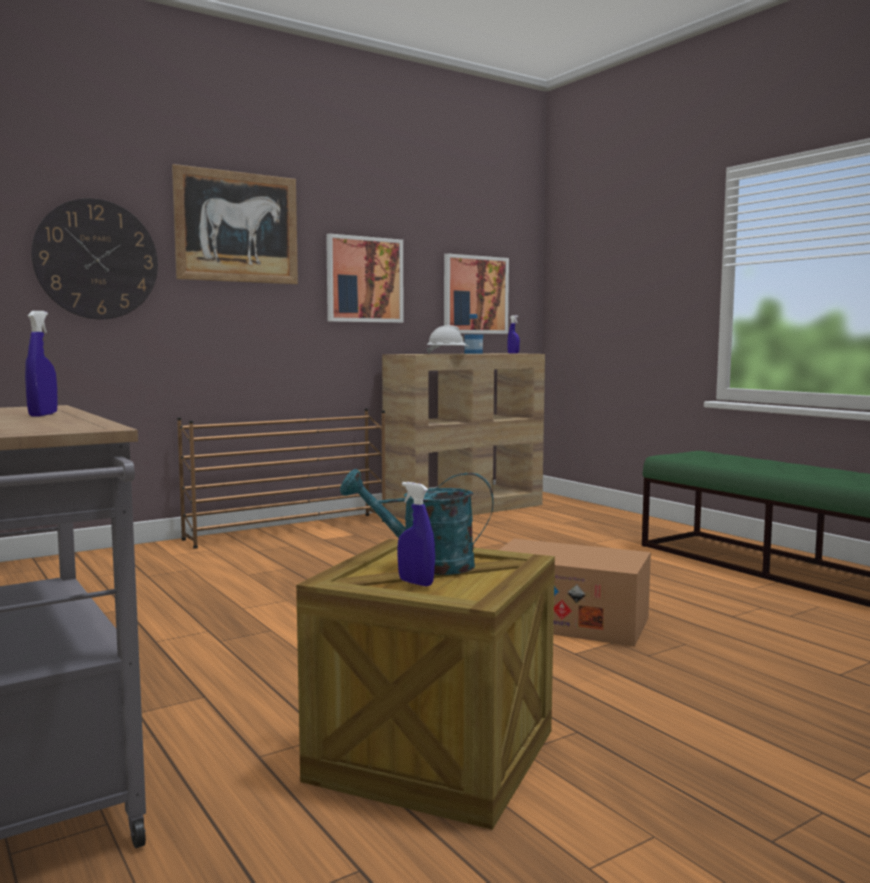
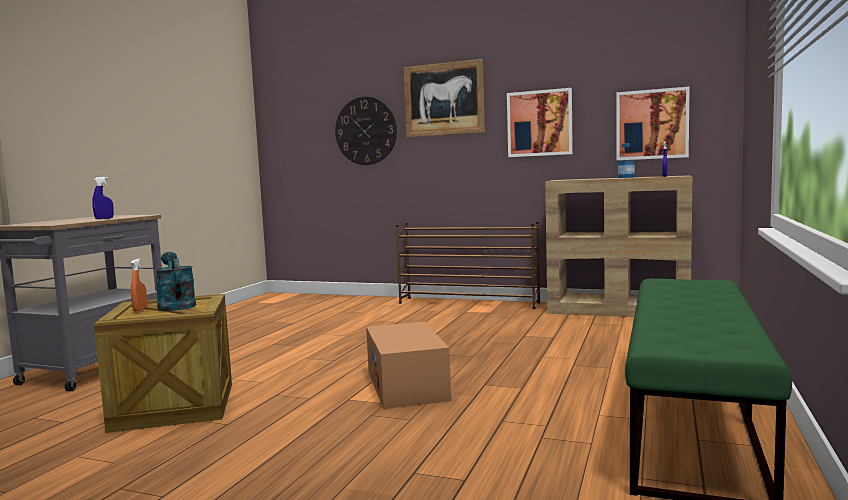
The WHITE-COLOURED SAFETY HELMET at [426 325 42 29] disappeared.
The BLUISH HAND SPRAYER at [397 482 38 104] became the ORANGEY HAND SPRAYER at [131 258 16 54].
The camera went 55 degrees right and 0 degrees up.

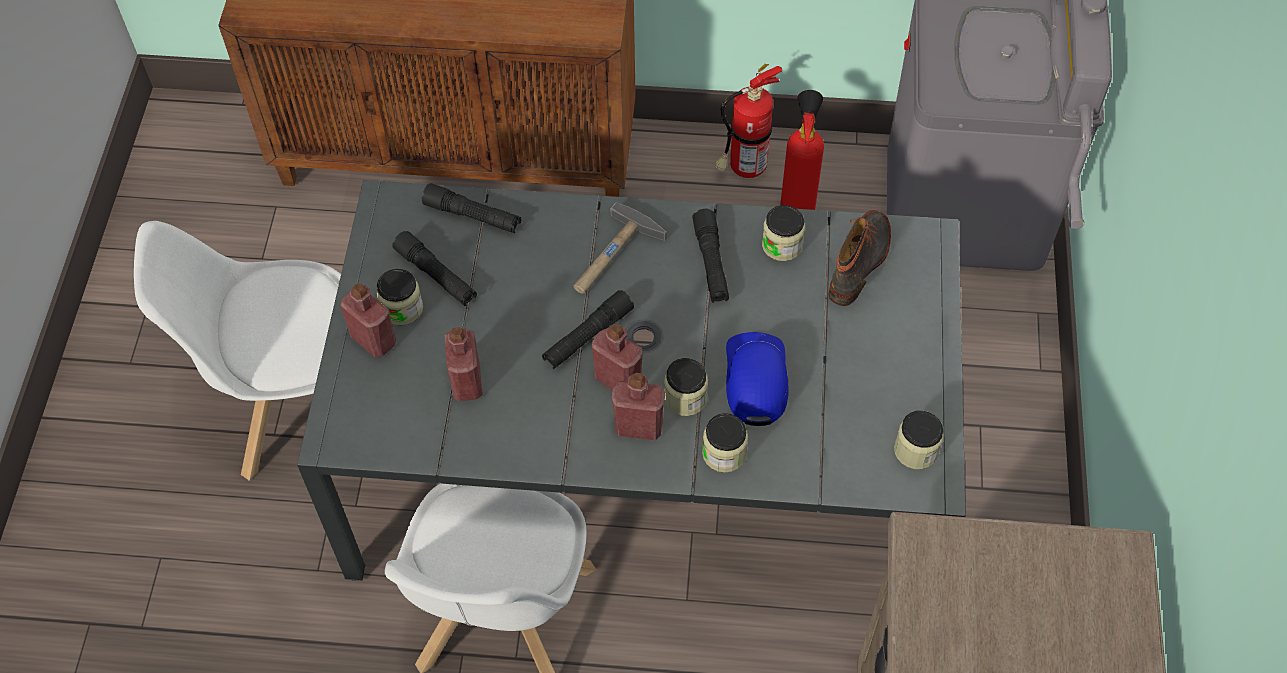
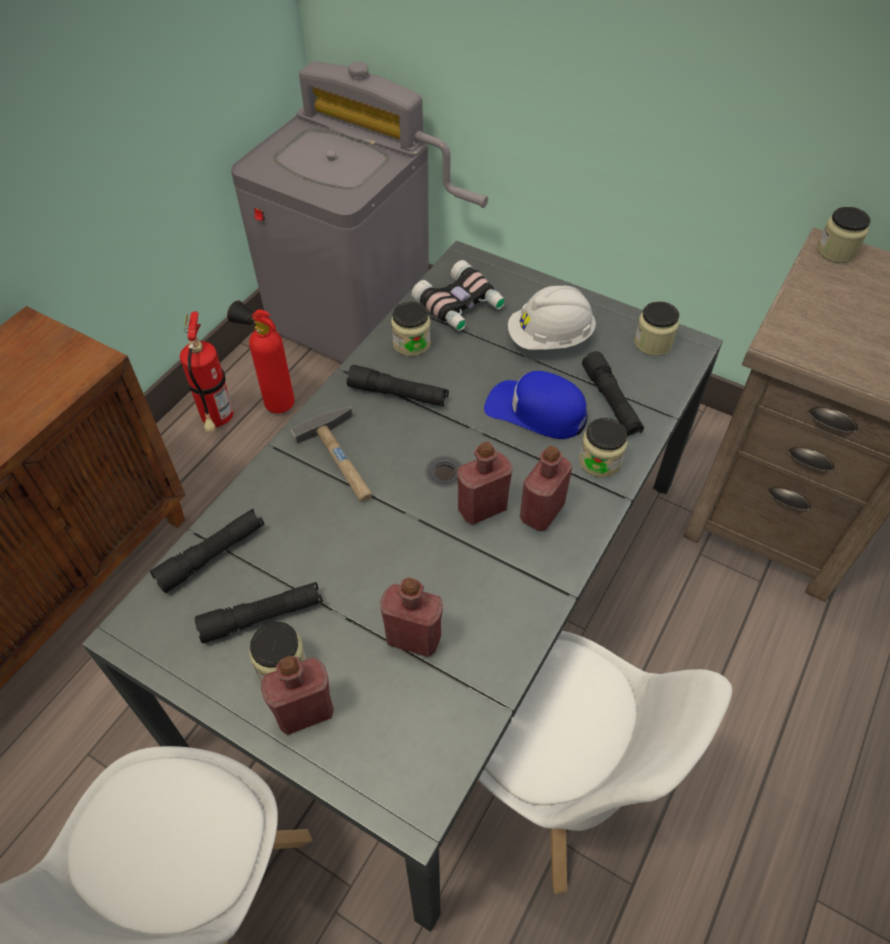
The WHITE-COLOURED SAFETY HELMET at [508 286 88 64] appeared.
The BLACK HAND TORCH moved from [542 290 92 79] to [582 351 62 86].
The PRESERVE JAR moved from [664 358 44 58] to [817 207 54 56].
The TALL BOOT at [829 210 62 96] was replaced by the BINOCULARS at [411 260 95 71].
The camera went 65 degrees left and 5 degrees down.

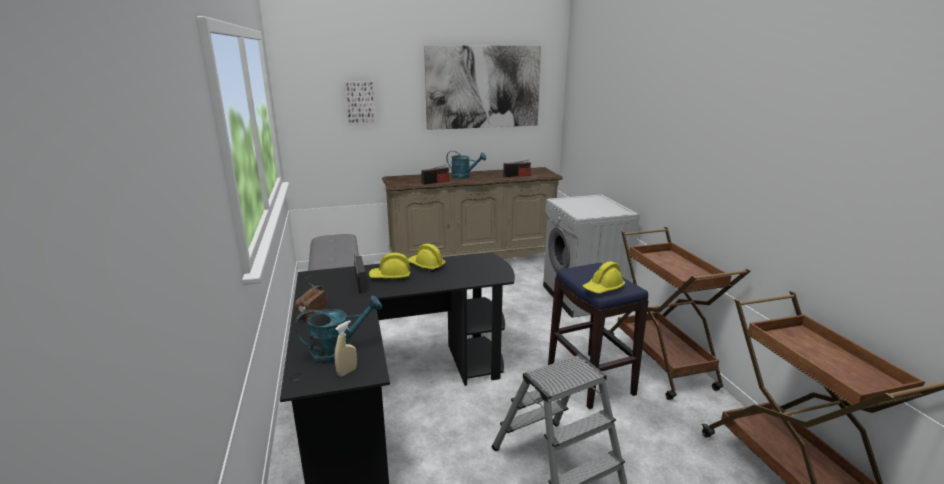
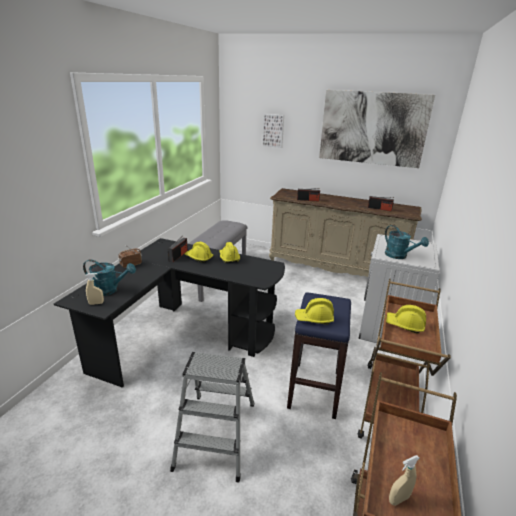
The YELLOWISH SAFETY HELMET at [384 305 42 29] appeared.
The BEIGE-COLOURED HAND SPRAYER at [389 455 31 51] appeared.
The TURQUOISE-COLOURED WATERING POT moved from [446 151 40 28] to [385 225 44 34].
The camera went 35 degrees right and 5 degrees up.

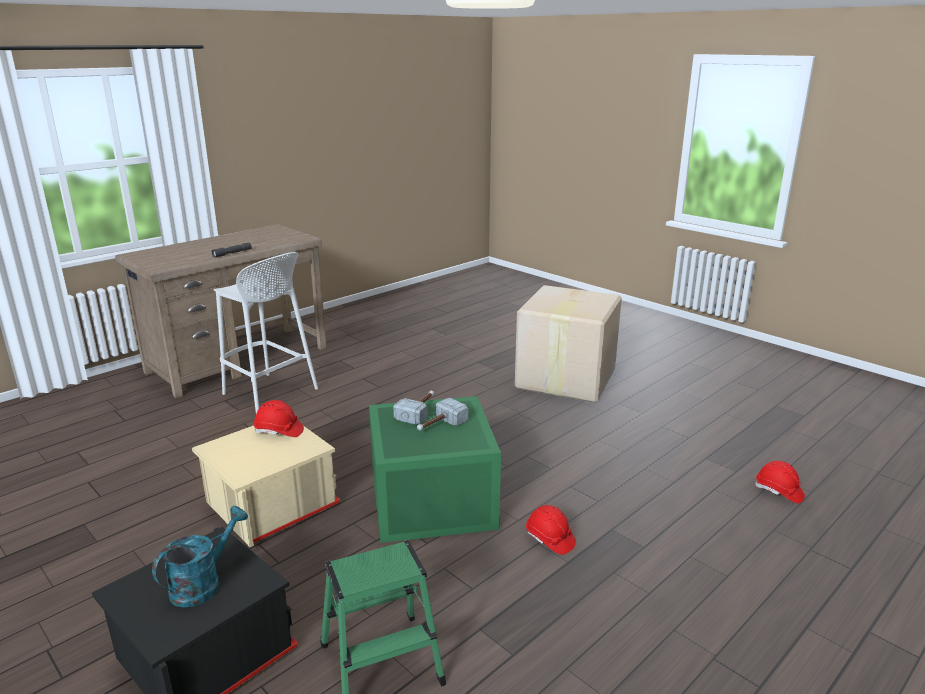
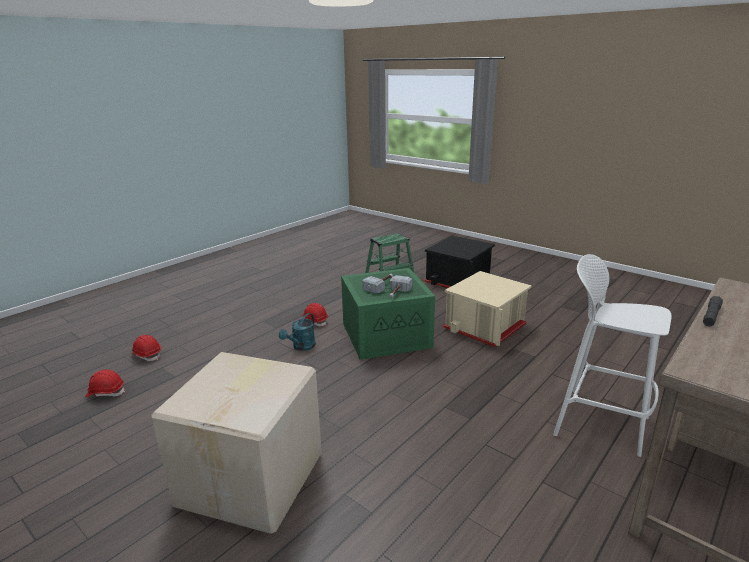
The TURQUOISE-COLOURED WATERING POT moved from [152 506 96 101] to [279 313 37 38].
The RED-COLOURED SAFETY HELMET moved from [253 400 51 37] to [85 369 40 28].
The camera went 175 degrees right and 0 degrees up.

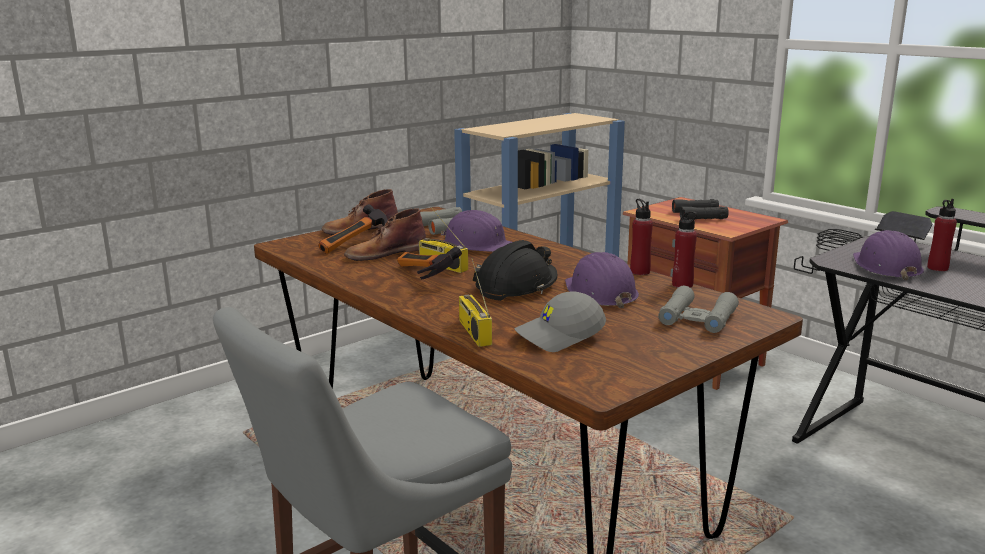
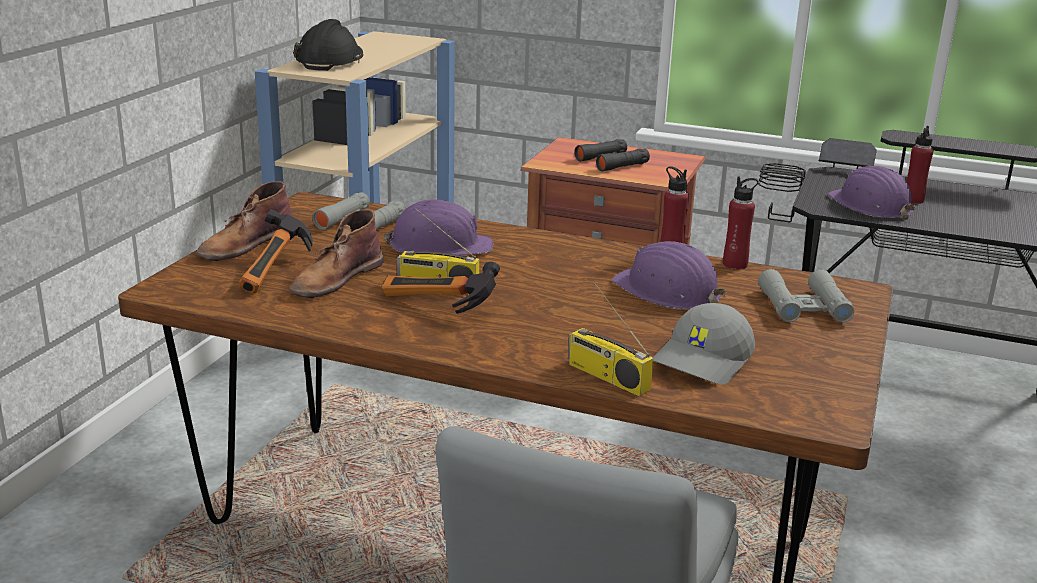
The BLACK SAFETY HELMET moved from [472 240 86 61] to [293 19 71 52].
The camera went 30 degrees left and 5 degrees up.

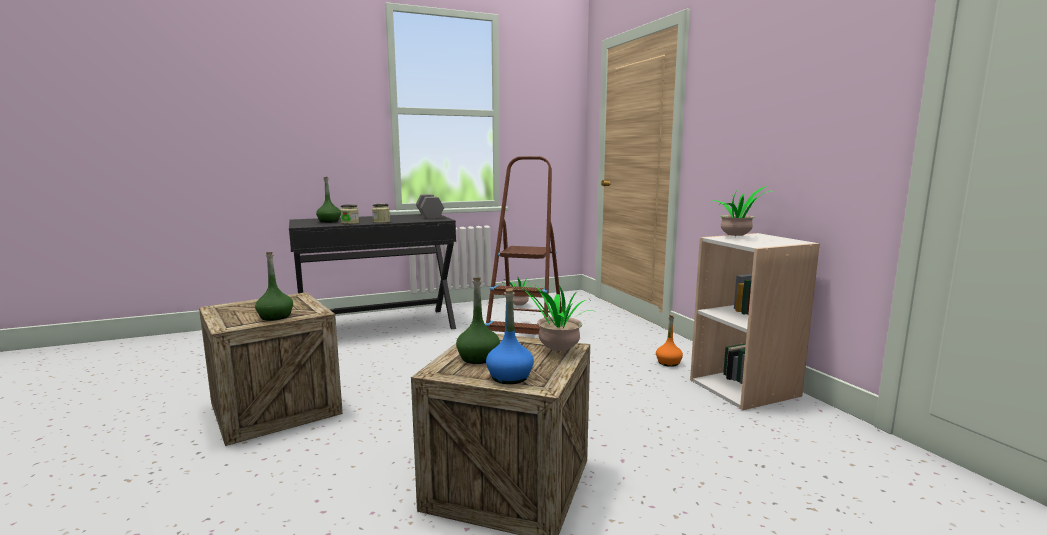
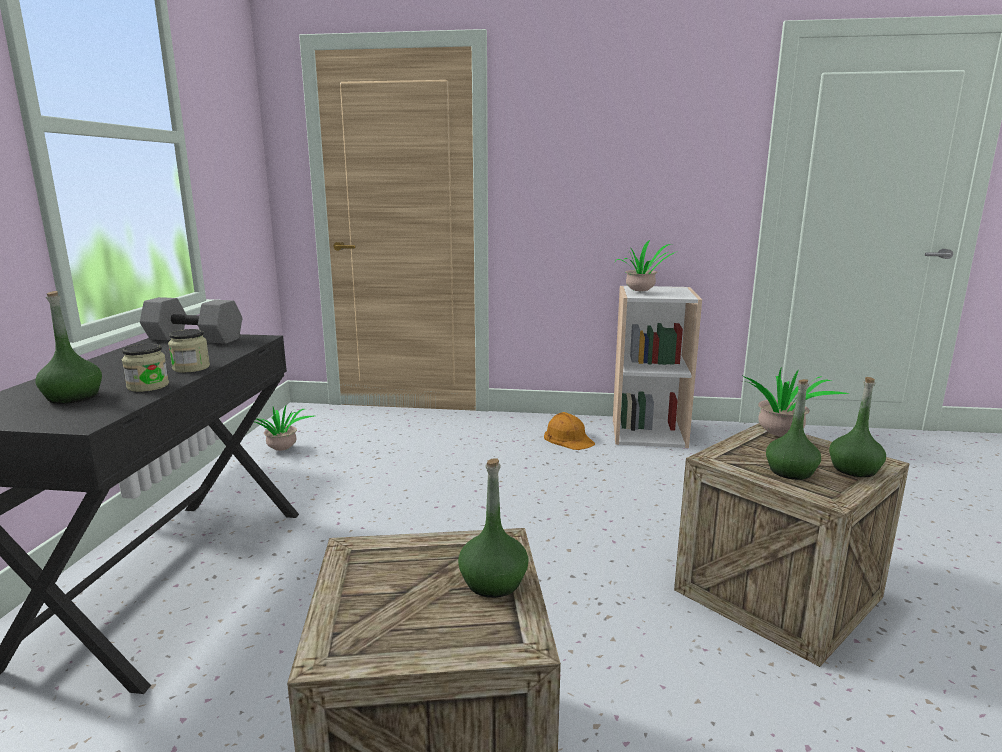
The BROWN-COLOURED STEP STOOL at [485 156 77 179] disappeared.
The ORANGEY DRINK BOTTLE at [656 315 27 52] was replaced by the ORANGEY SAFETY HELMET at [544 412 51 38].
The BLUISH DRINK BOTTLE at [486 288 48 96] became the GREEN DRINK BOTTLE at [829 377 57 100].
The camera went 60 degrees left and 5 degrees up.

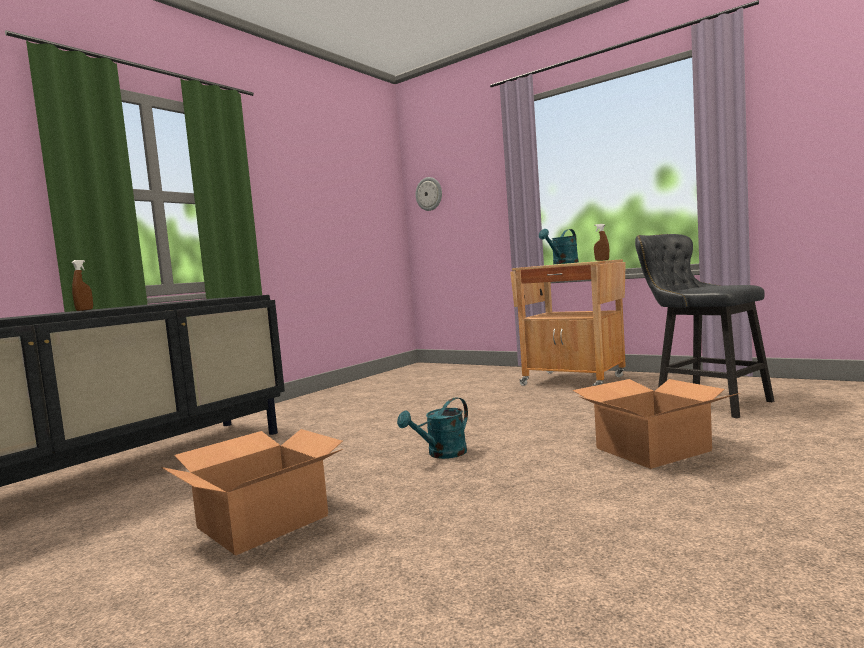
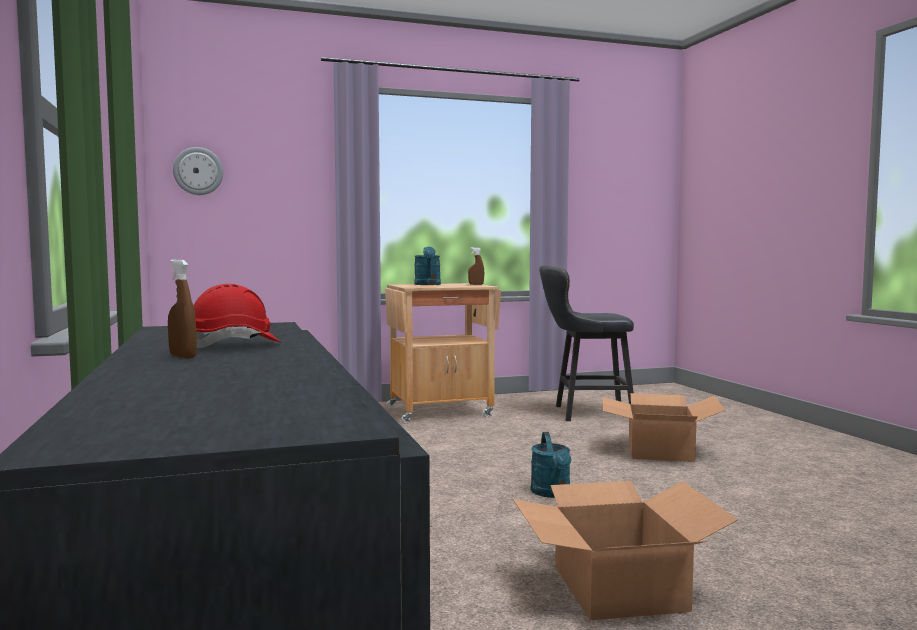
The RED-COLOURED SAFETY HELMET at [194 284 88 64] appeared.
The camera went 55 degrees left and 0 degrees up.

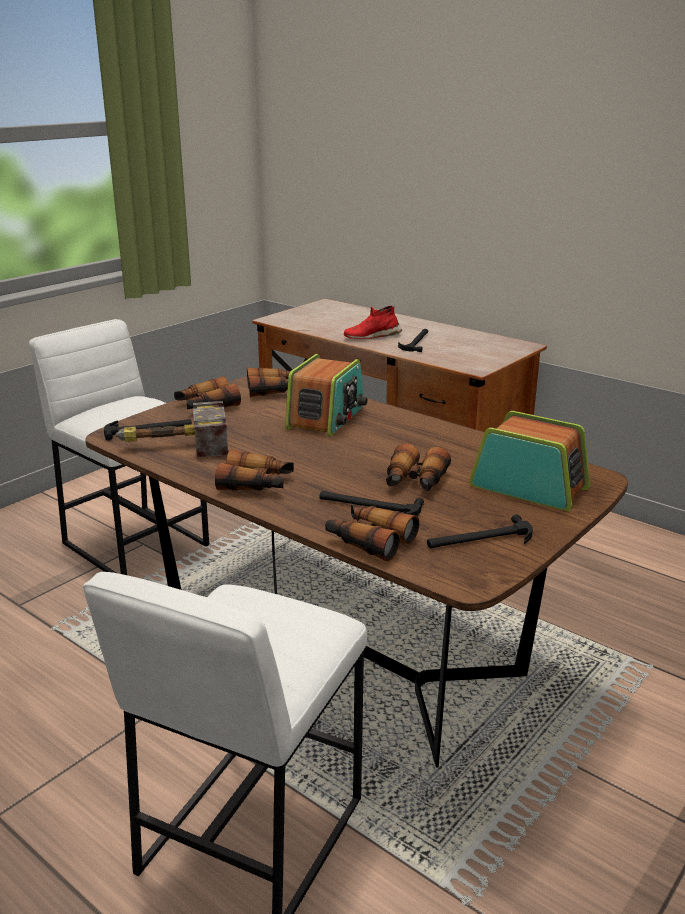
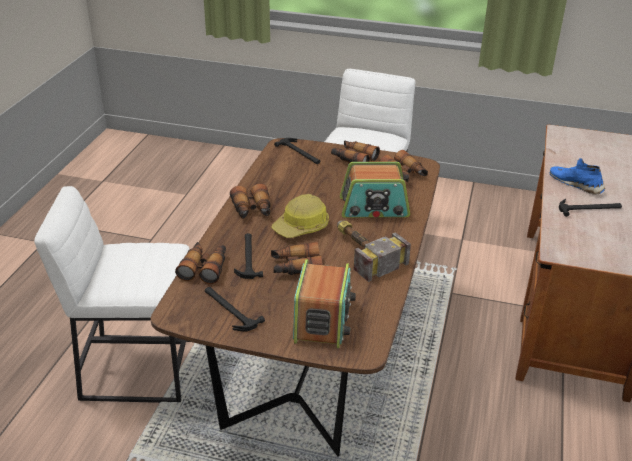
The SAFETY HELMET at [271 194 58 44] appeared.
The TOOL HAMMER moved from [116 401 112 56] to [337 220 74 62].
The RED-COLOURED ITEM OF FOOTWEAR at [344 306 58 33] became the BLUISH ITEM OF FOOTWEAR at [550 158 55 37].
The camera went 65 degrees right and 10 degrees up.

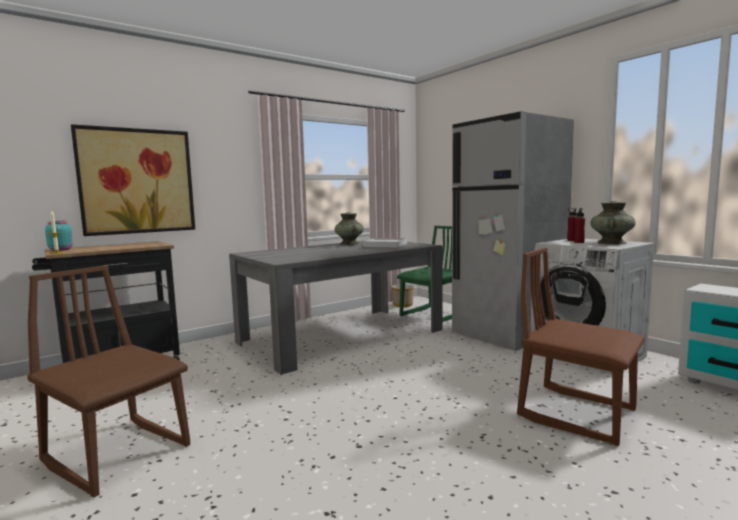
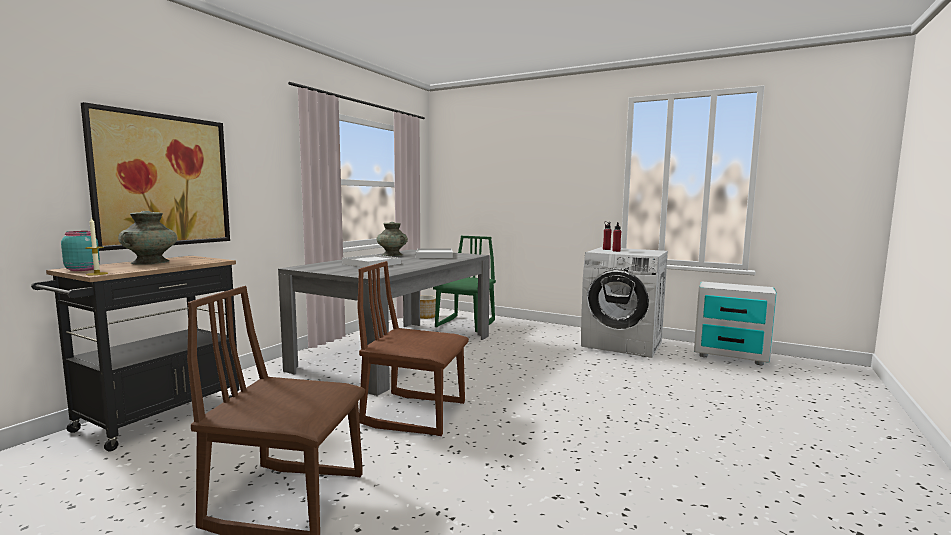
The GREY KITCHEN FRIDGE at [452 111 122 240] disappeared.
The WHITE-COLOURED TRAY at [342 255 59 12] appeared.
The BROWN-COLOURED PLAIN CHAIR moved from [517 247 128 199] to [357 261 112 175].
The TURQUOISE-COLOURED DECORATIVE VASE moved from [590 201 46 43] to [118 211 59 54].
The camera went 25 degrees left and 0 degrees up.

